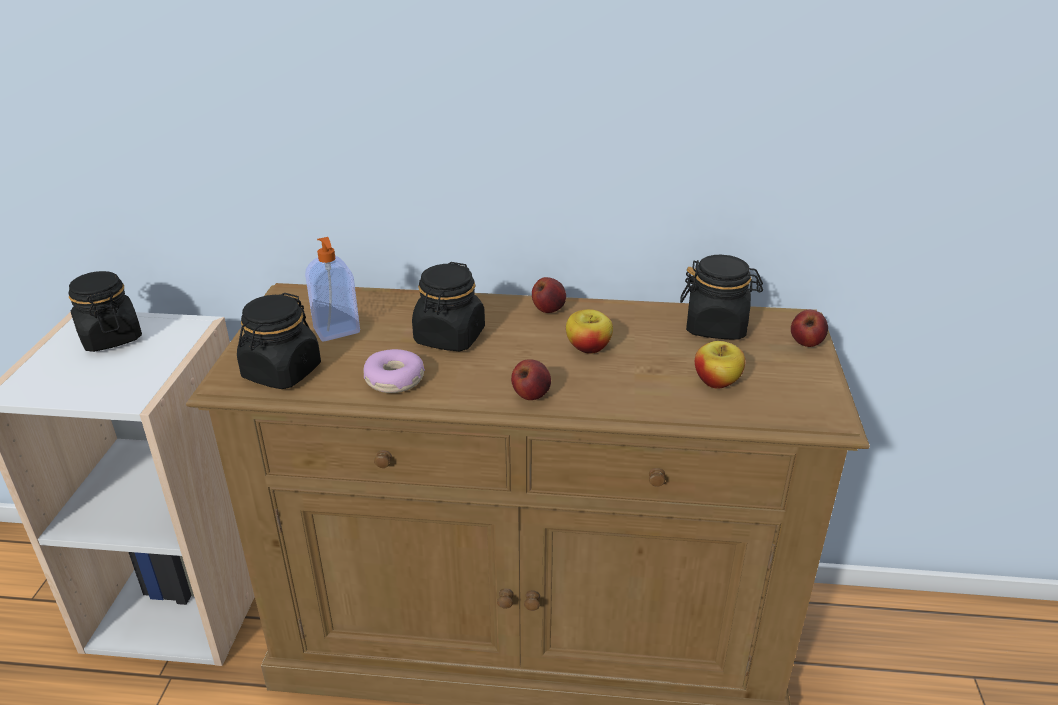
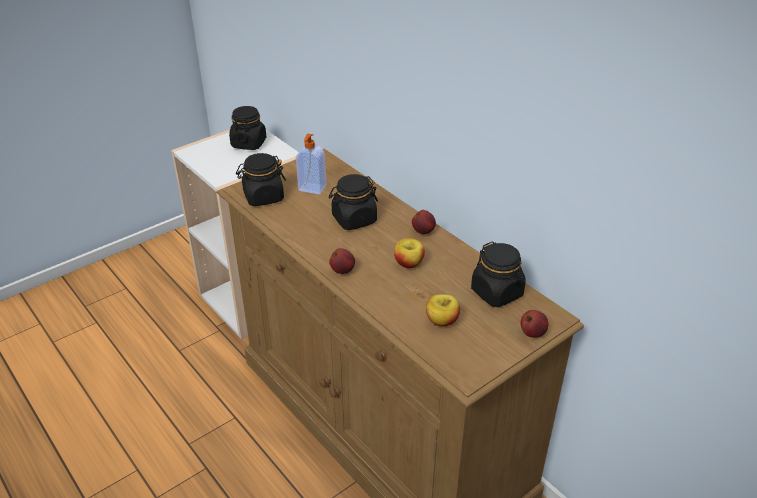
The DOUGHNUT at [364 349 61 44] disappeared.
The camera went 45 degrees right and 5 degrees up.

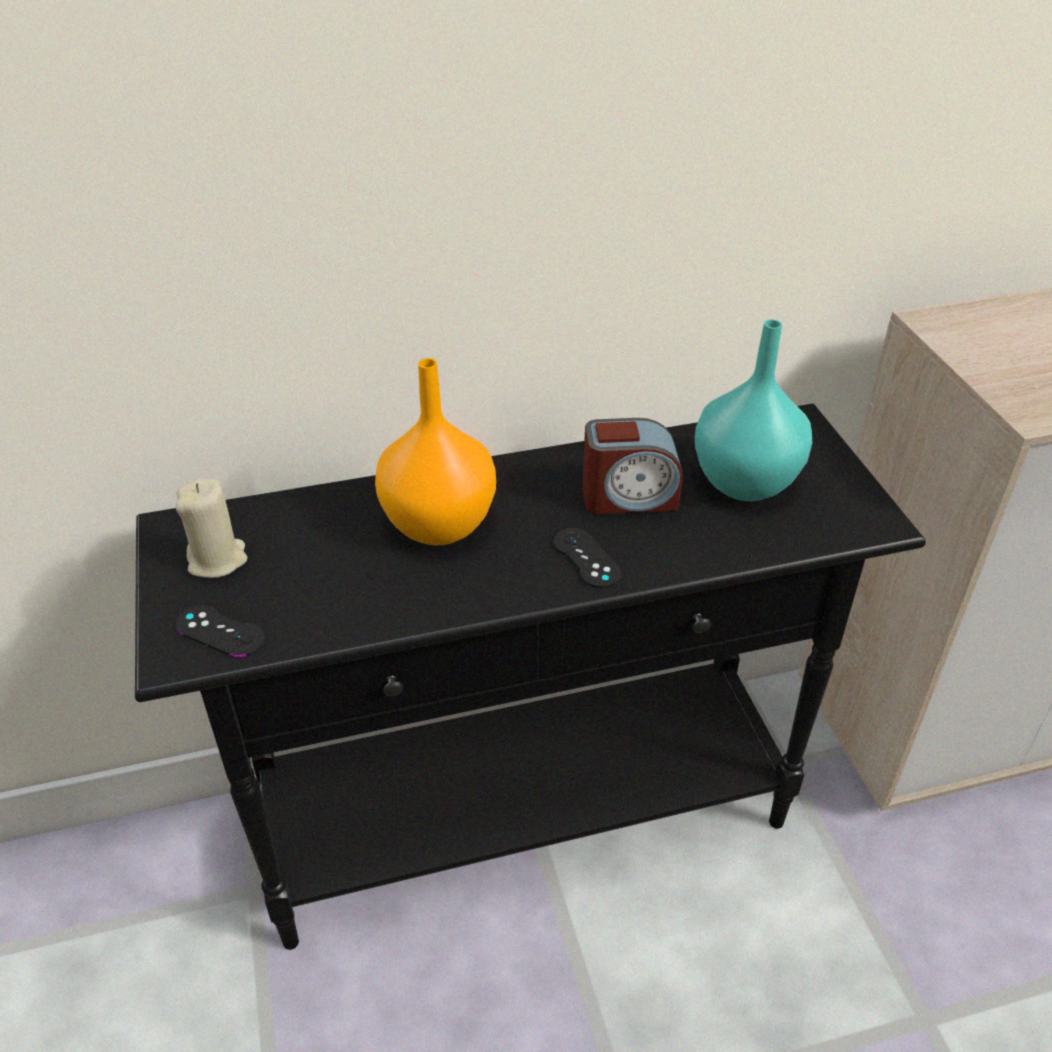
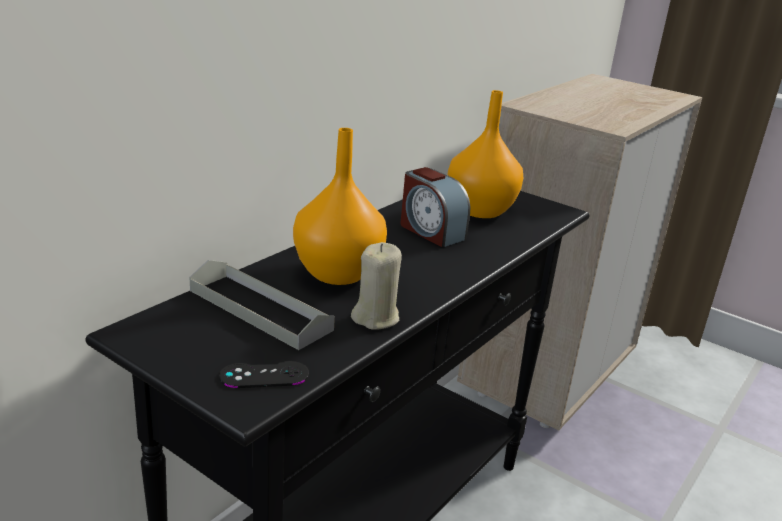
The BLACK GAMEPAD at [553 528 68 60] disappeared.
The GREY TRAY at [189 260 146 90] appeared.
The BEIGE-COLOURED WAX CANDLE moved from [175 478 73 100] to [351 242 51 88].
The TURQUOISE-COLOURED DECORATIVE VASE at [695 319 117 182] became the ORANGEY DECORATIVE VASE at [448 90 75 128].
The ALARM CLOCK at [582 418 101 96] turned 90 degrees clockwise.
The camera went 40 degrees left and 15 degrees down.

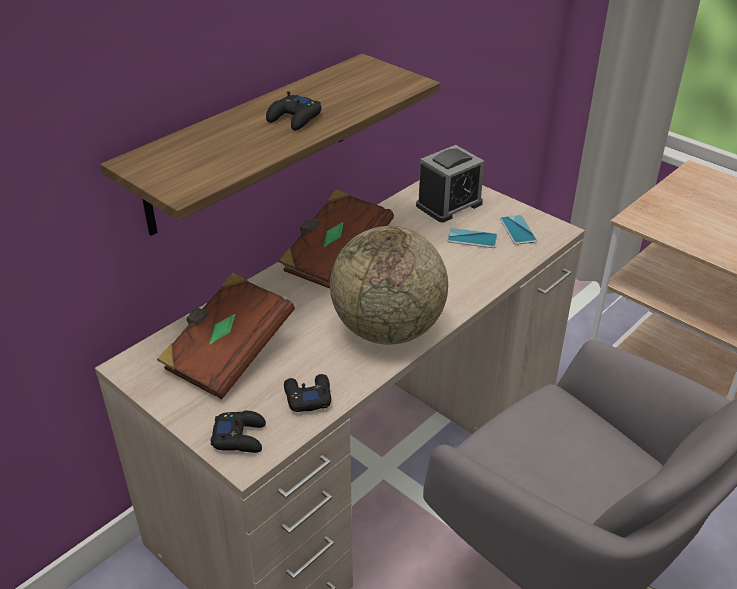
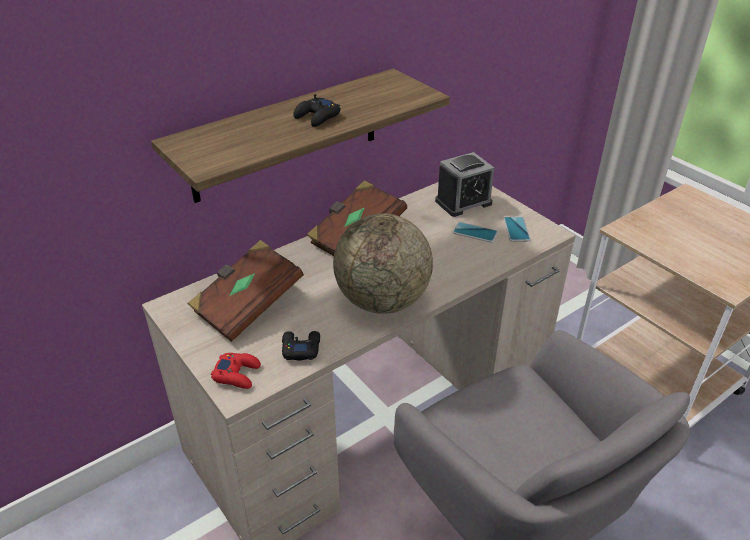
The BLACK GAMEPAD at [210 411 56 42] became the RED-COLOURED GAMEPAD at [211 353 50 36].
The camera went 10 degrees right and 0 degrees up.

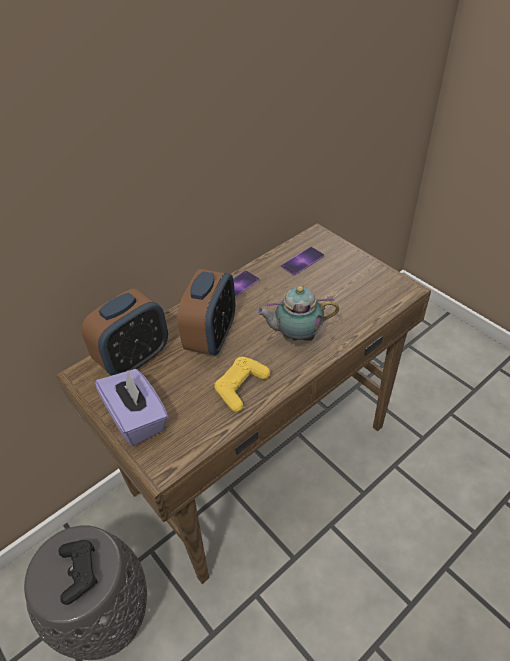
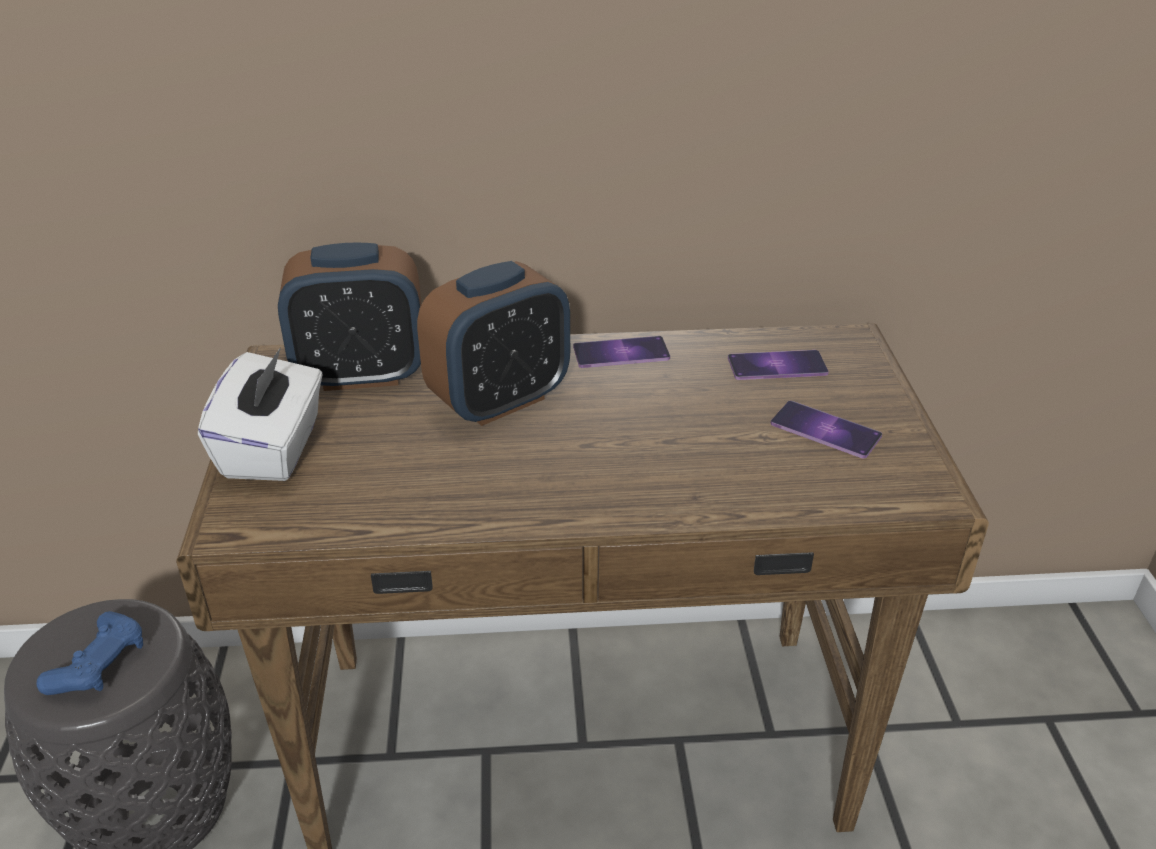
The YELLOWISH GAMEPAD at [214 357 56 55] disappeared.
The TEAPOT at [256 286 83 58] disappeared.
The PHONE at [771 401 111 57] appeared.
The BLACK GAMEPAD at [59 540 39 65] became the BLUISH GAMEPAD at [36 611 107 84].
The PURPLE BOX OF TISSUES at [95 369 73 77] became the WHITE-COLOURED BOX OF TISSUES at [198 347 125 134].
The camera went 35 degrees right and 10 degrees down.

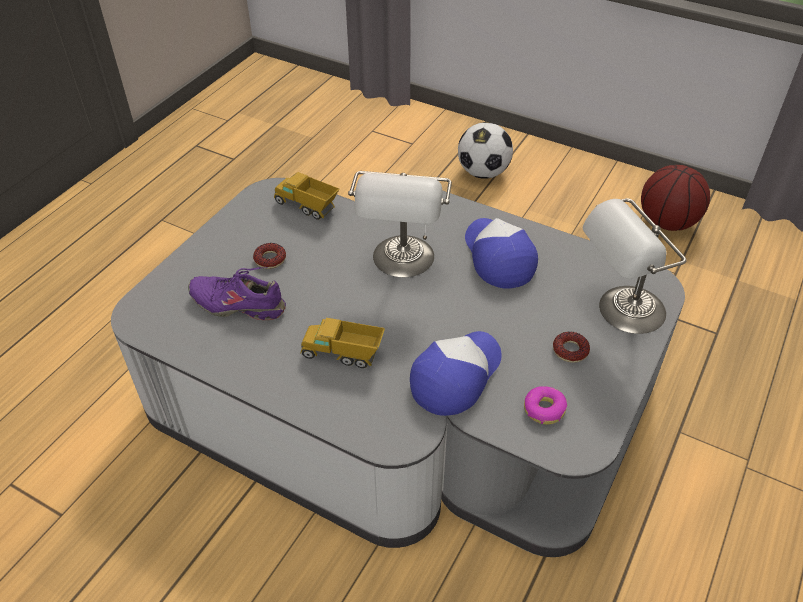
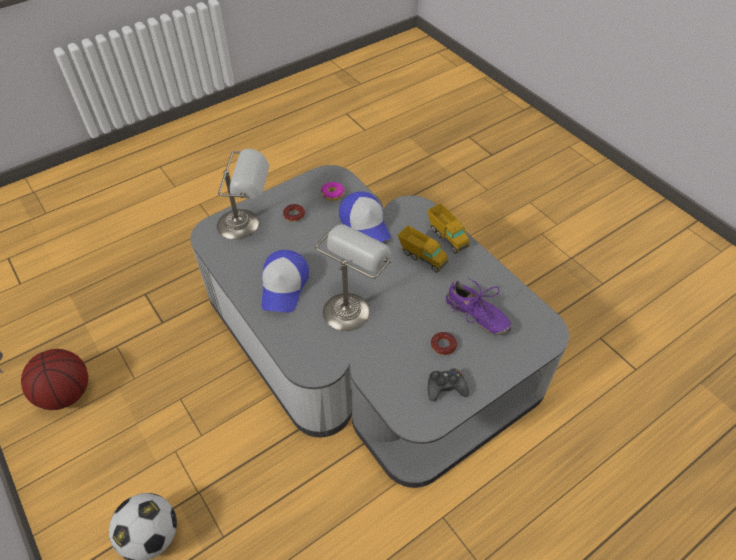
The BLACK GAMEPAD at [428 368 41 34] appeared.
The MODEL TRUCK moved from [274 172 65 48] to [428 203 42 51].
The BASEBALL CAP at [410 331 92 85] turned 90 degrees counterclockwise.
The camera went 155 degrees left and 5 degrees up.

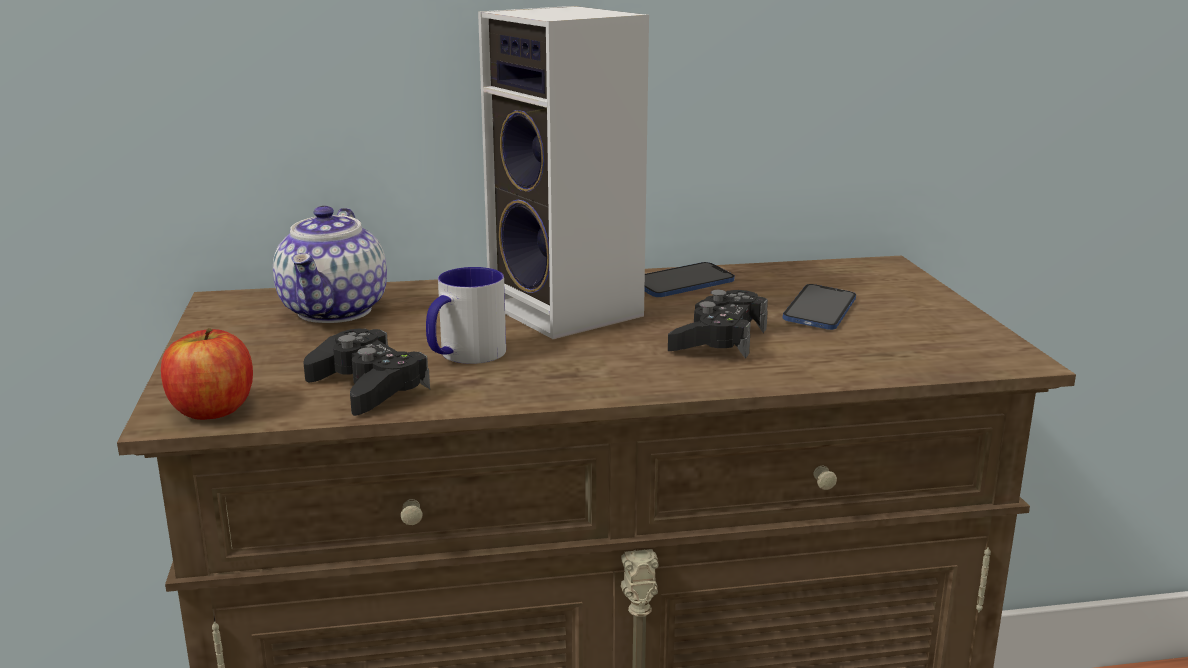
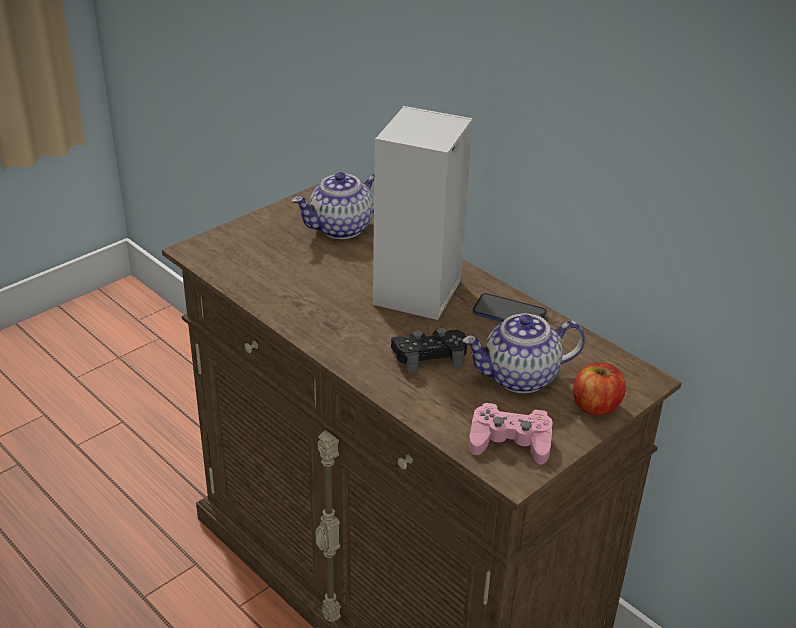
The BLACK GAMEPAD at [303 329 127 87] disappeared.
The TEA MUG at [426 267 80 97] disappeared.
The PINK-COLOURED GAMEPAD at [469 402 84 63] appeared.
The APPLE FRUIT moved from [161 328 92 92] to [573 363 53 53].
The PHONE at [783 284 73 46] was replaced by the TEAPOT at [462 314 123 79].
The camera went 55 degrees right and 15 degrees up.

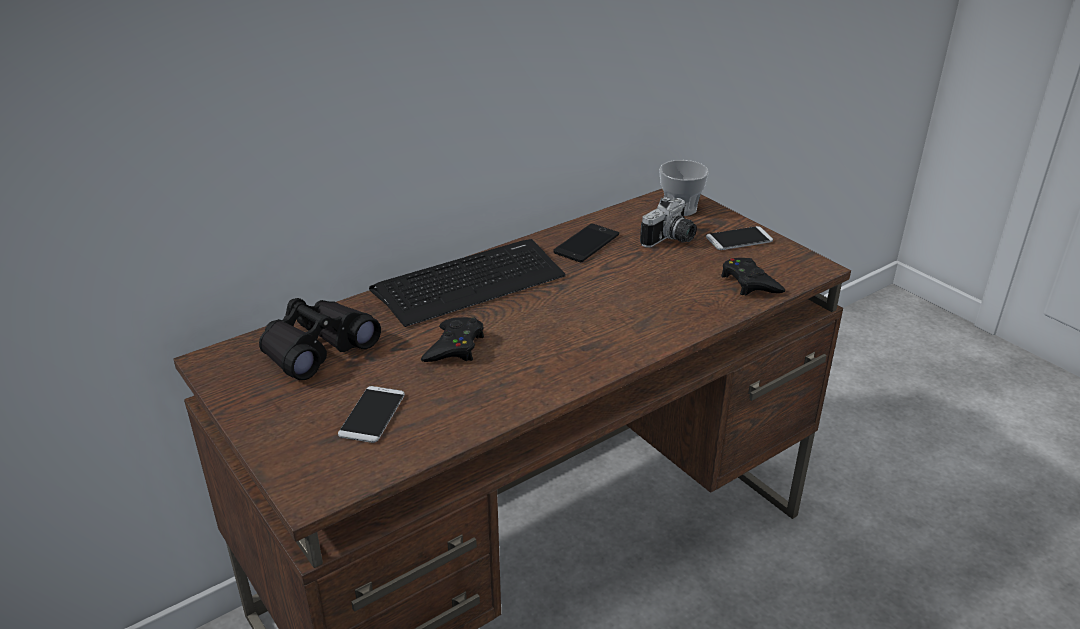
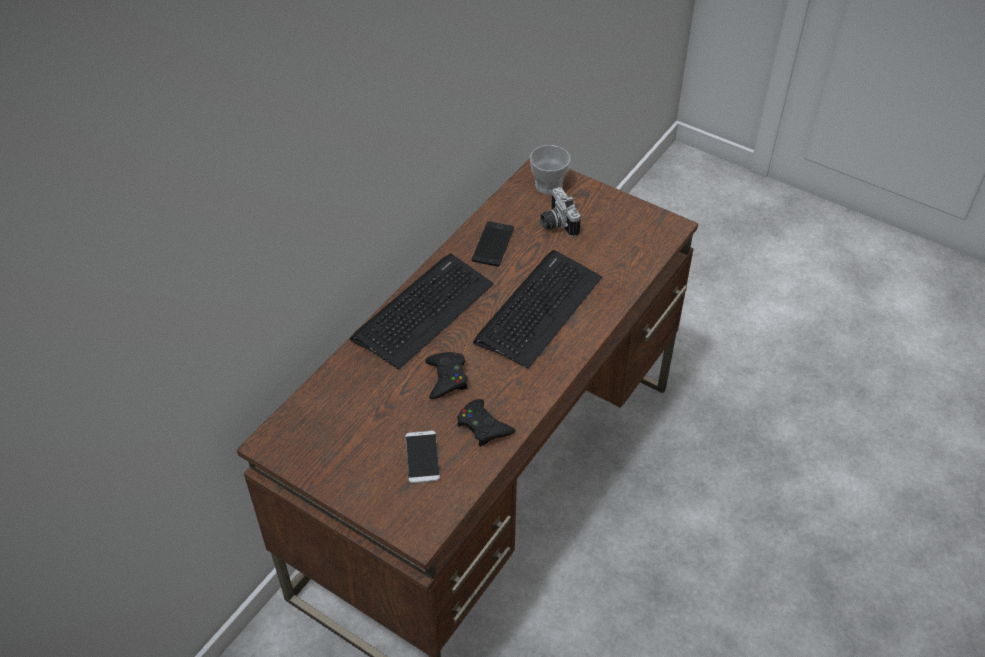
The BLACK BINOCULARS at [259 298 122 82] disappeared.
The PHONE at [706 226 67 24] disappeared.
The PC KEYBOARD at [473 250 129 119] appeared.
The BLACK GAMEPAD moved from [721 258 64 37] to [457 399 58 48].
The STILL CAMERA at [640 196 57 52] turned 135 degrees clockwise.
The camera went 20 degrees left and 15 degrees up.

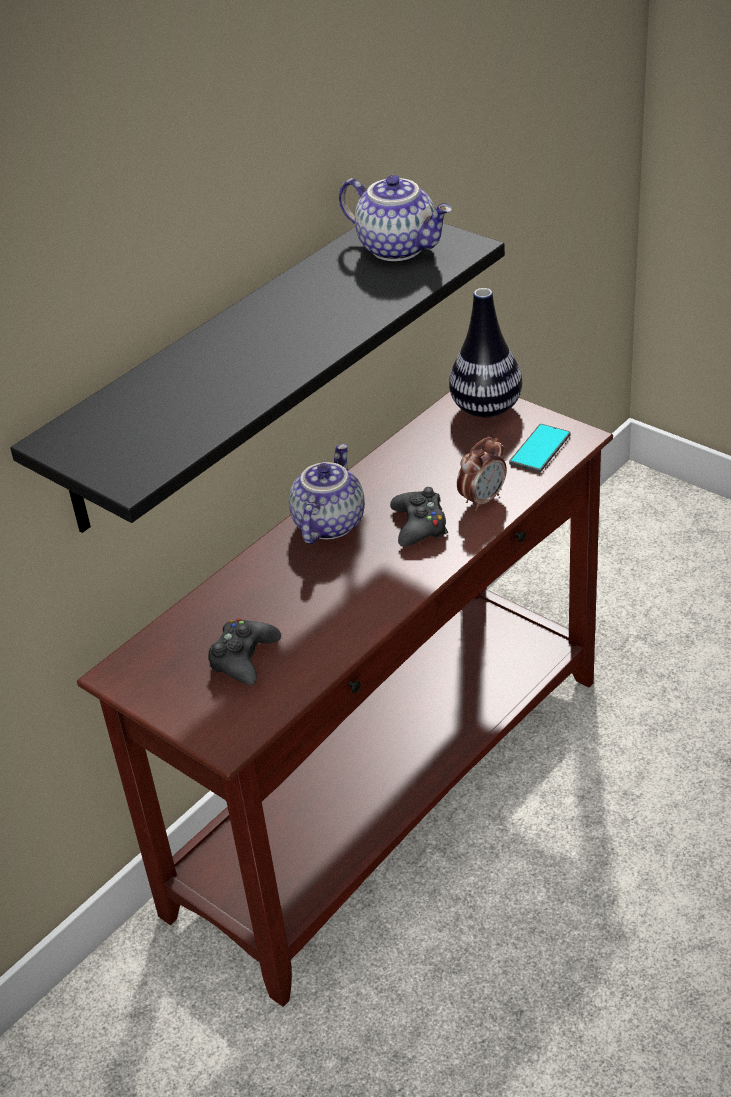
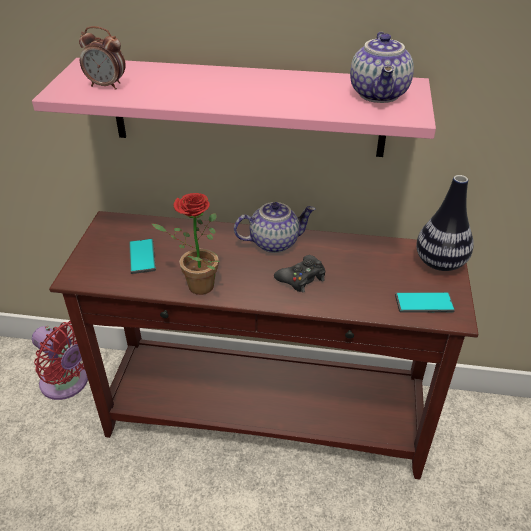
The RED-COLOURED COOLING FAN at [32 321 56 79] appeared.
The POTTED PLANT at [152 193 68 102] appeared.
The ALARM CLOCK moved from [457 437 50 74] to [79 26 47 64].
The BLACK GAMEPAD at [208 619 73 66] was replaced by the PHONE at [129 239 27 35].
The BLACK SHELF at [10 223 495 310] became the PINK-COLOURED SHELF at [32 58 404 99].
The camera went 55 degrees right and 0 degrees up.

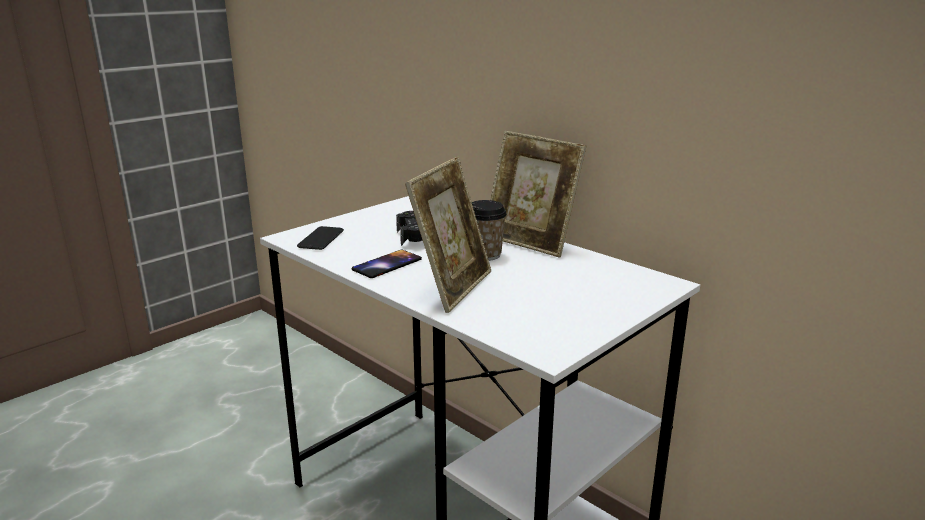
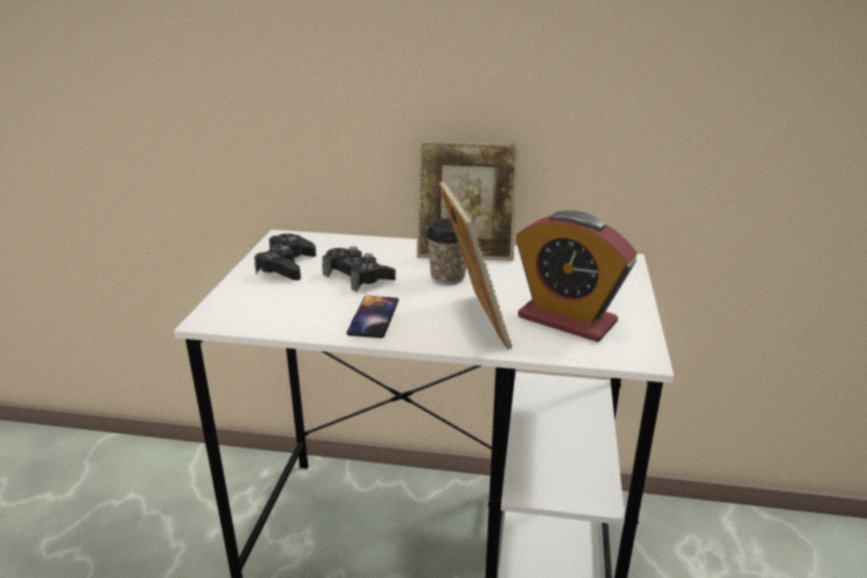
The PHONE at [297 226 47 24] disappeared.
The BLACK GAMEPAD at [254 234 62 46] appeared.
The ALARM CLOCK at [516 211 121 131] appeared.
The camera went 35 degrees left and 5 degrees up.

